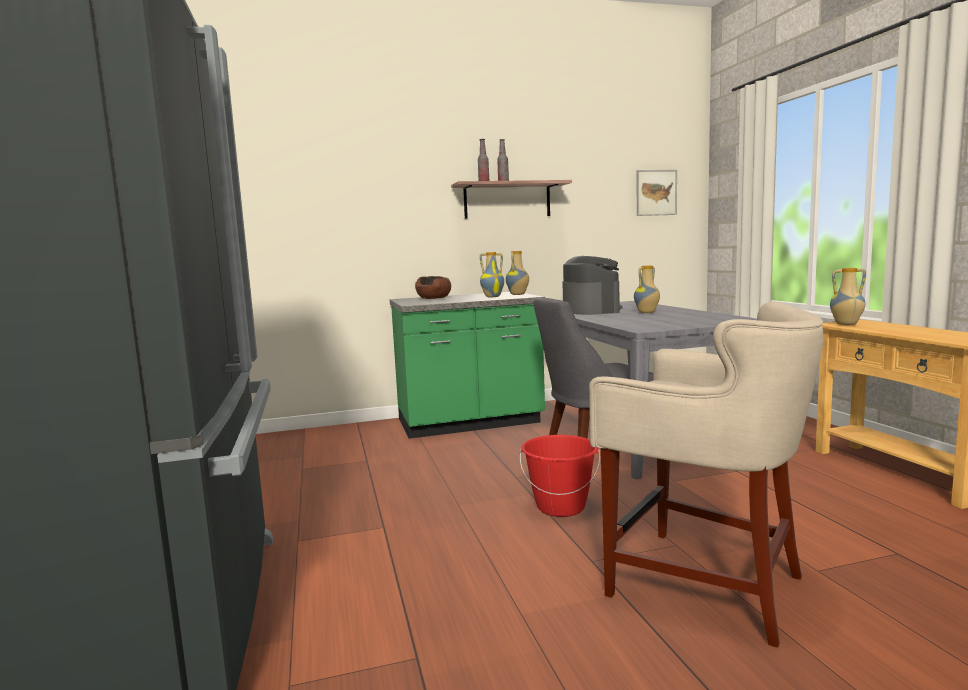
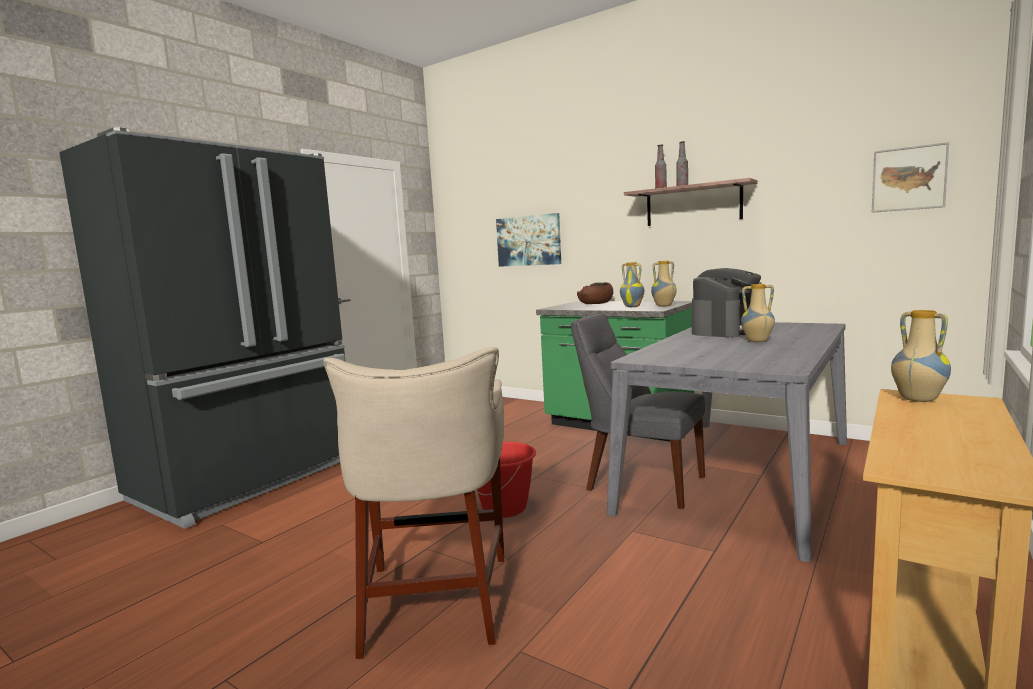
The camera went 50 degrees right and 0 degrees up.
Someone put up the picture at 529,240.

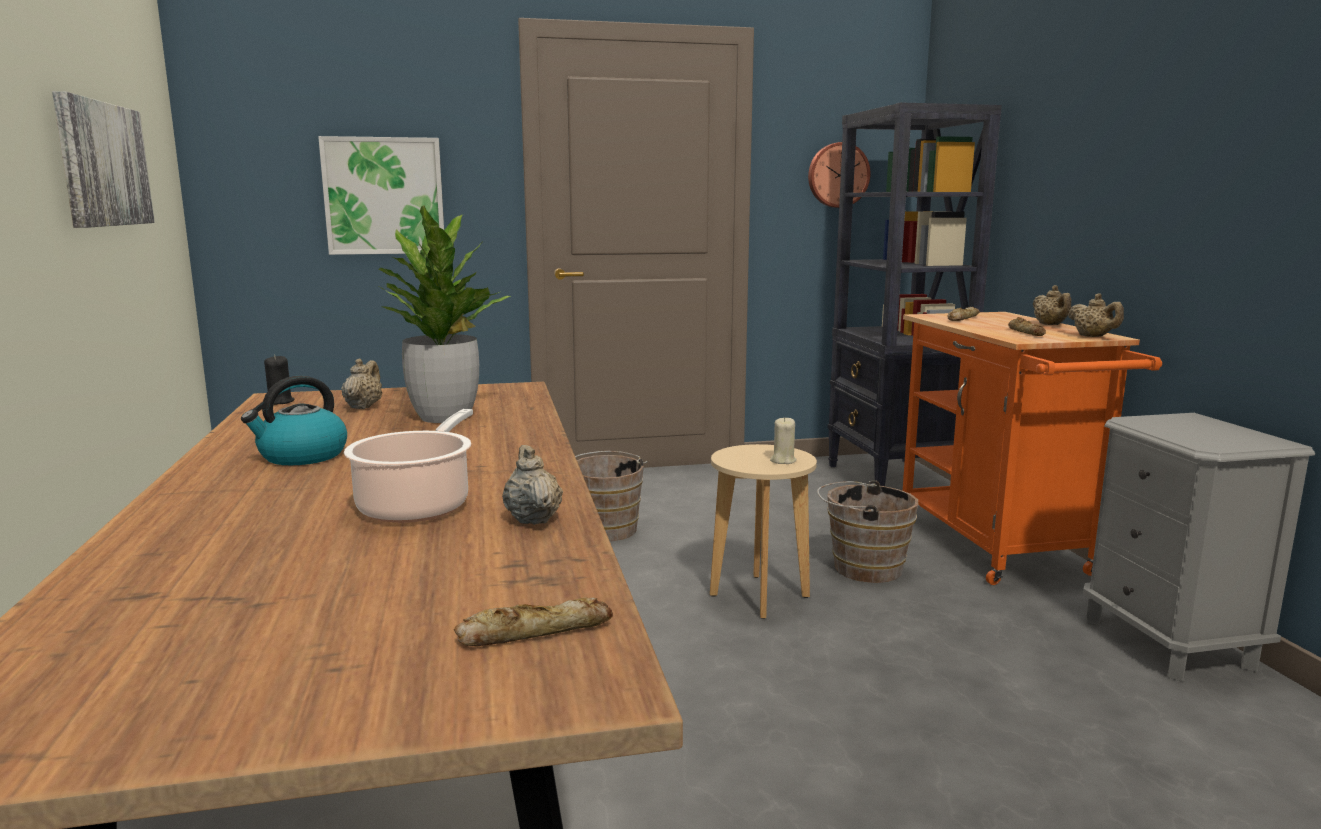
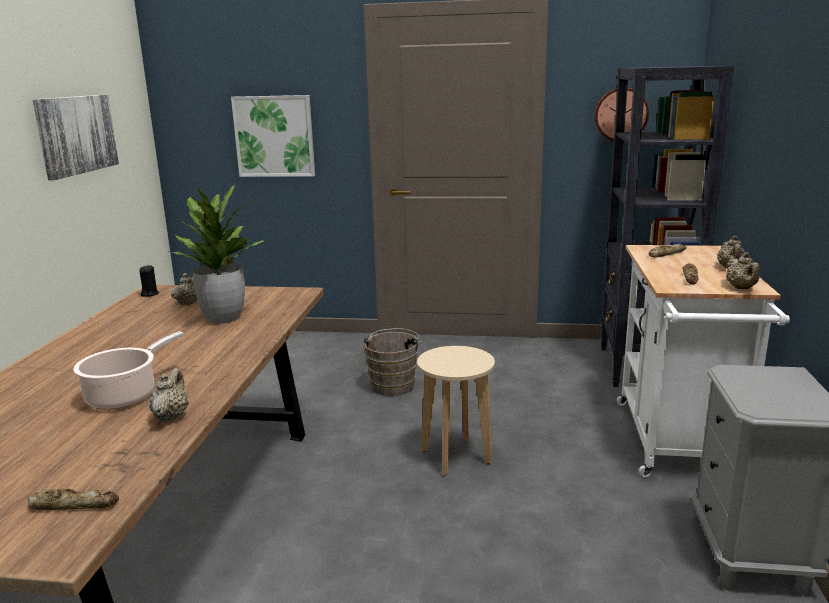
The camera went 20 degrees right and 5 degrees up.
Someone took away the kettle at 302,456.
Someone took away the candle (beige) at 783,461.
Someone took away the bucket (brown) at 862,567.
Someone repainted the cart (orange) at 999,549, which became the cart (white) at 678,445.

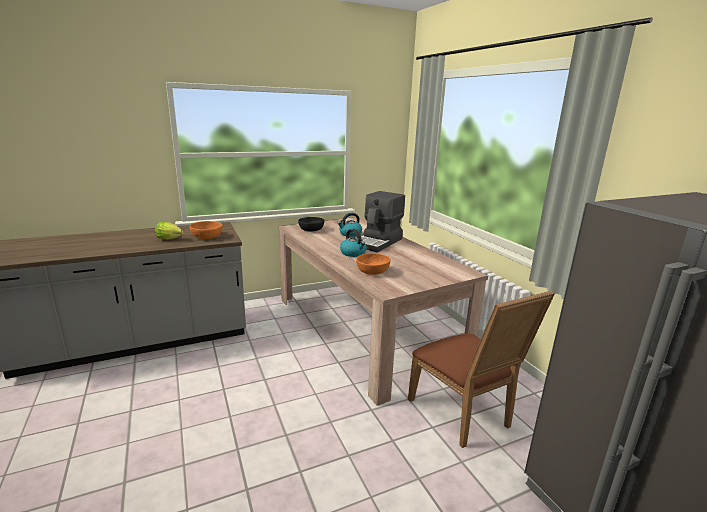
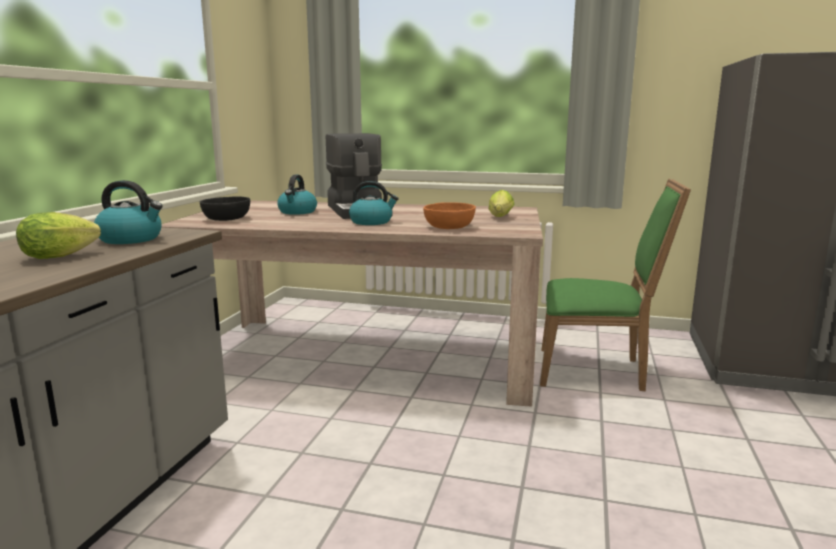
The camera went 50 degrees left and 5 degrees down.
Someone swapped the bowl (orange) at 207,236 for the kettle at 131,239.
Someone repainted the chair (brown) at 463,415, which became the chair (green) at 597,371.
Someone put down the lettuce at 500,217.

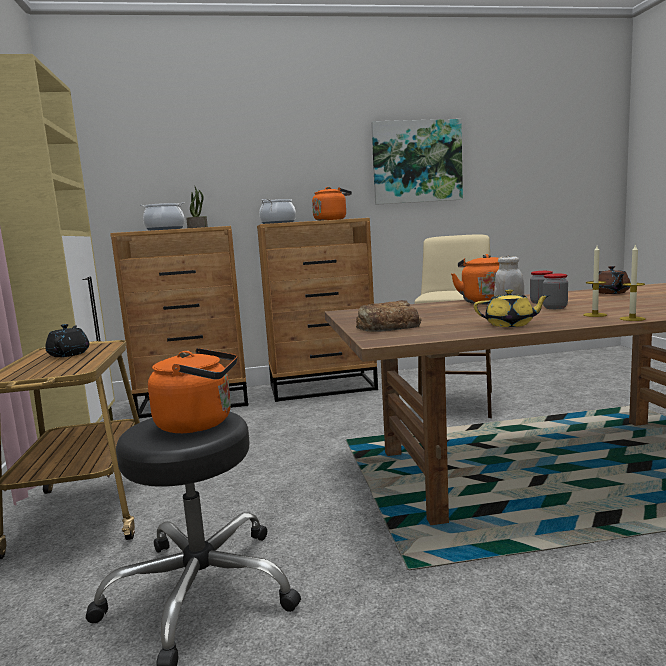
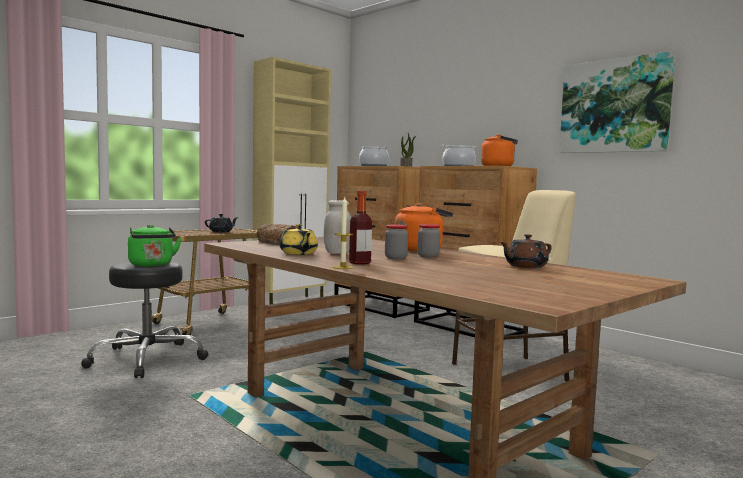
The camera went 55 degrees right and 5 degrees down.
Someone repainted the kettle (orange) at 200,423, which became the kettle (green) at 152,265.
Someone swapped the candle at 595,315 for the bottle at 359,263.

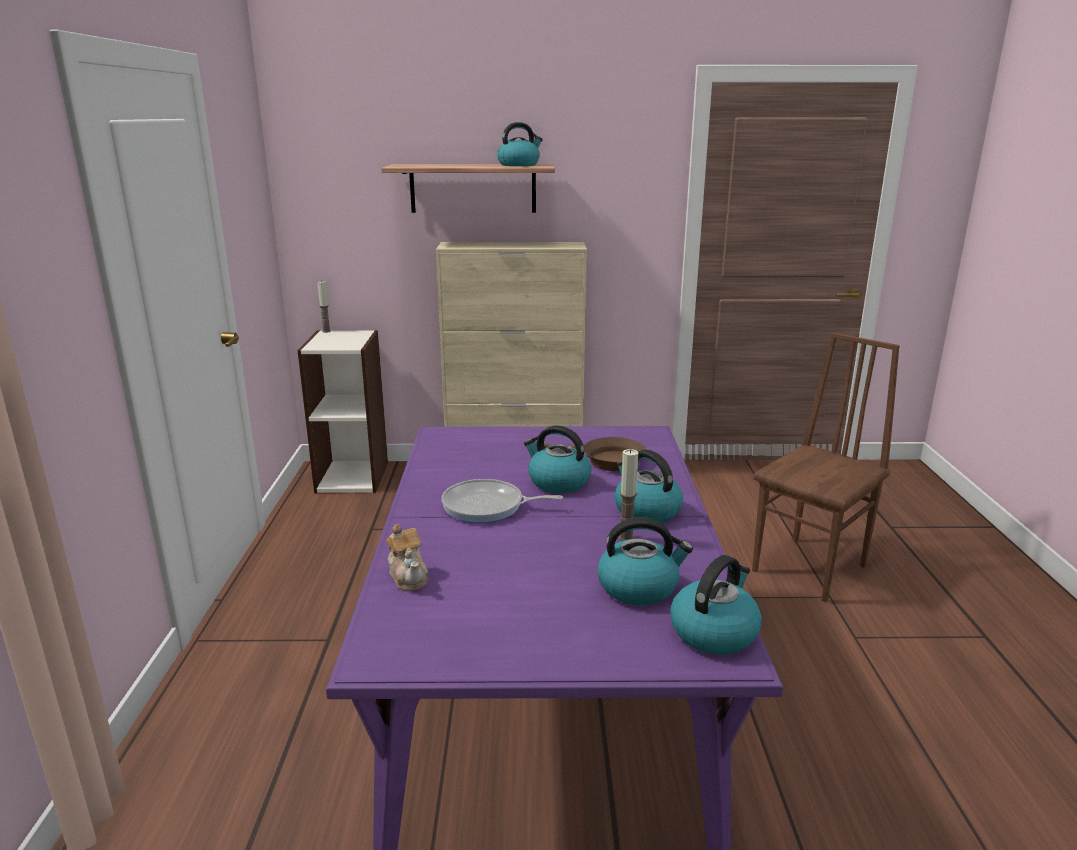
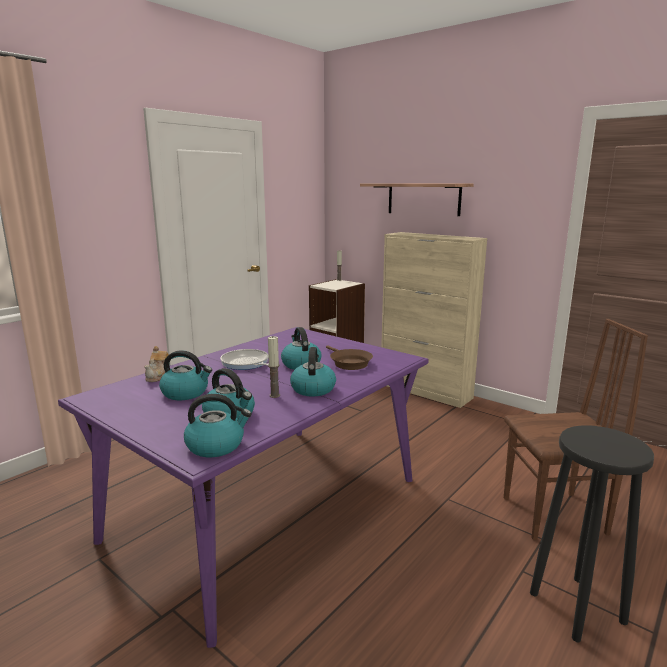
The camera went 40 degrees right and 5 degrees down.
Someone carried the kettle from 519,165 to 186,393.
Someone put down the stool (black) at 577,608.

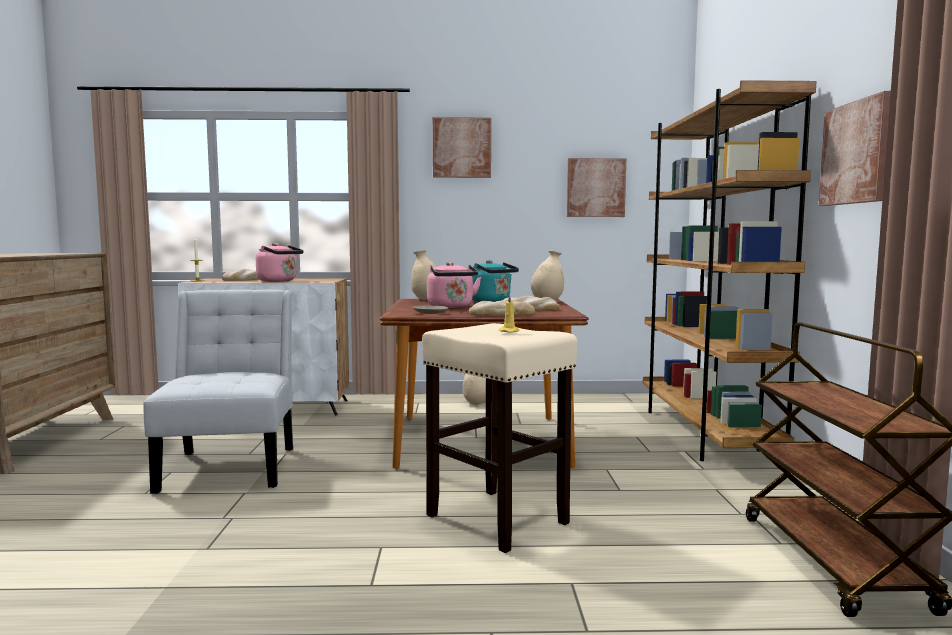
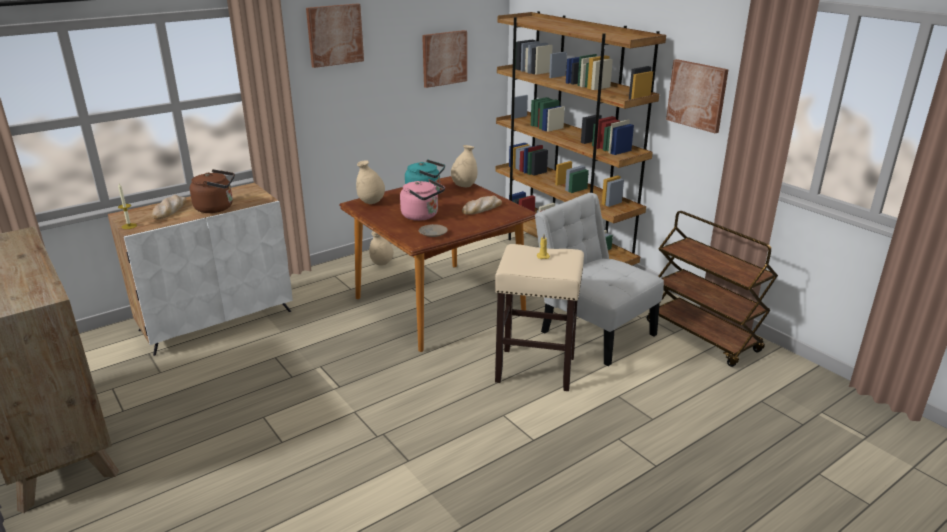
The camera went 35 degrees left and 20 degrees up.
Someone carried the chair (white) from 231,466 to 593,330.
Someone repainted the kettle (pink) at 279,281, which became the kettle (brown) at 217,208.
Someone took away the bread at 502,314.

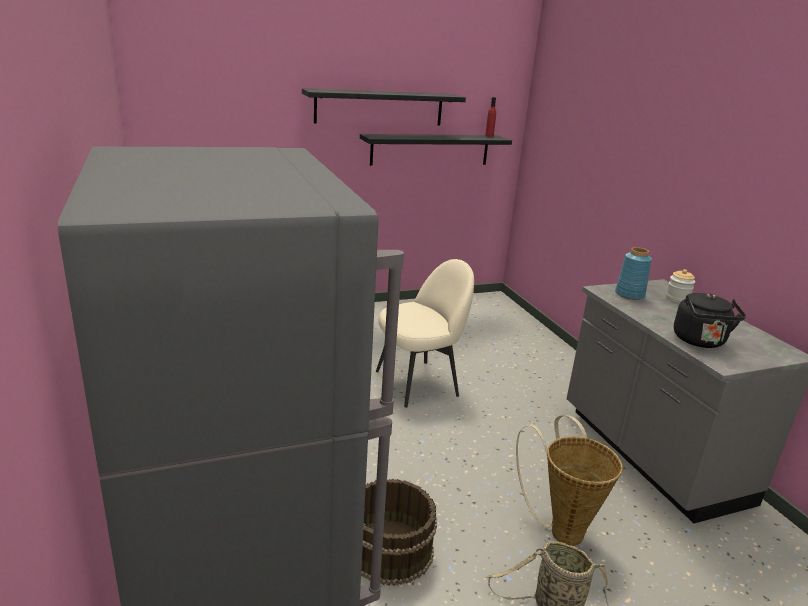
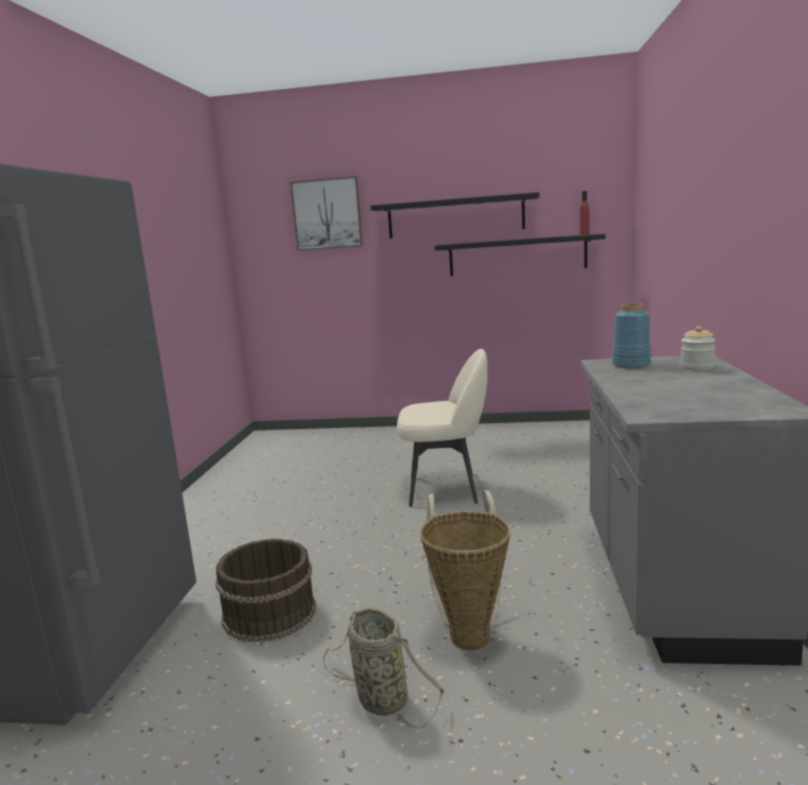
The camera went 30 degrees right and 10 degrees down.
Someone took away the kettle (black) at 700,341.
Someone put up the picture at 327,214.

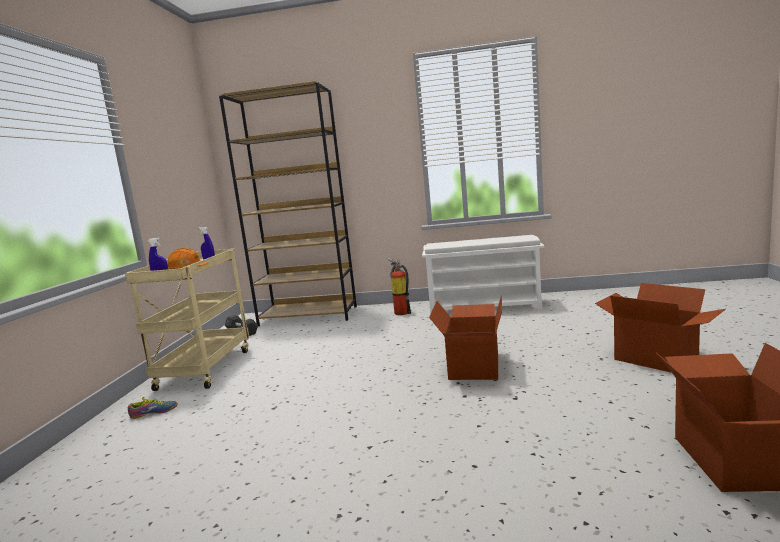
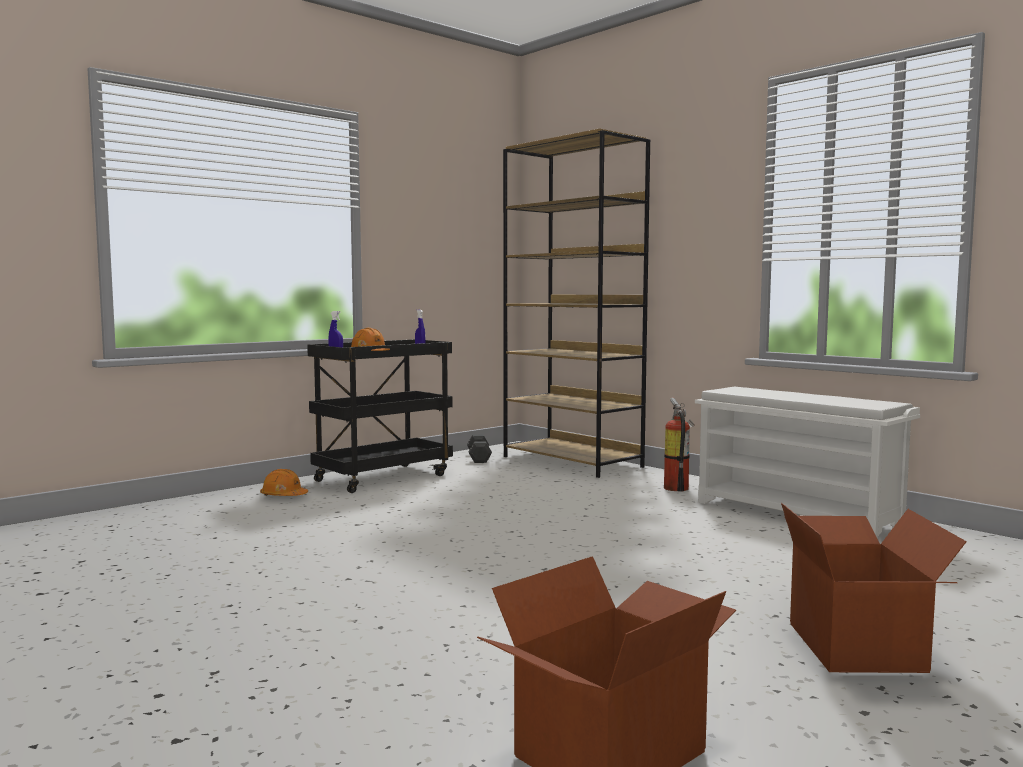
The camera went 40 degrees right and 5 degrees down.
Someone repainted the cart (beige) at 205,368, which became the cart (black) at 383,477.
Someone swapped the shoe at 154,413 for the hard hat (orange) at 283,496.
Someone took away the cardboard box at 472,367.

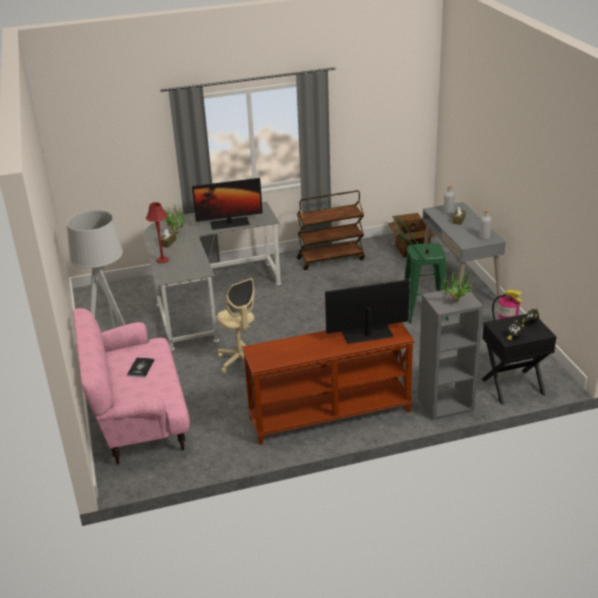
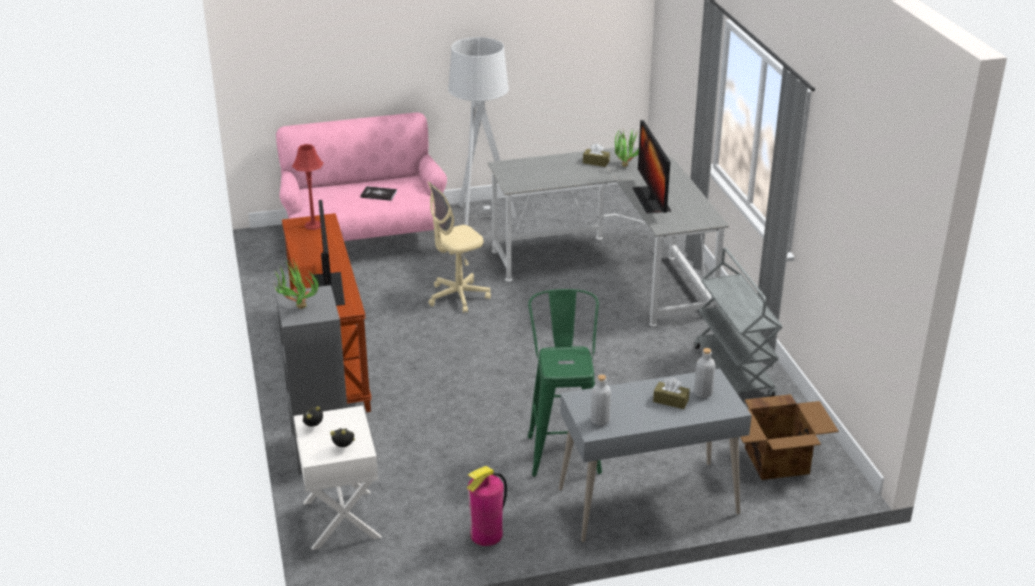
The camera went 90 degrees right and 0 degrees up.
Someone carried the table lamp (red) from 162,260 to 313,225.
Someone repainted the cart (brown) at 331,258, which became the cart (grey) at 734,372.
Someone repainted the nightstand (black) at 513,387, which became the nightstand (white) at 340,520.

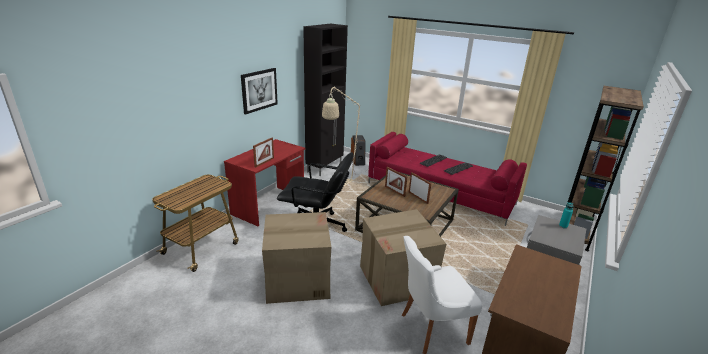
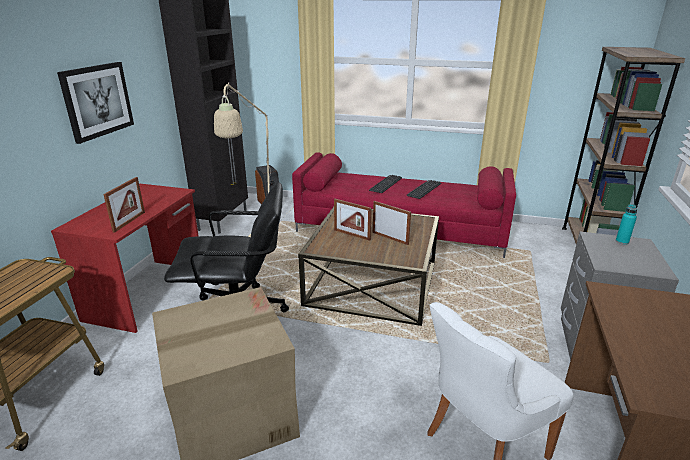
The camera went 15 degrees left and 0 degrees up.
Someone took away the cardboard box at 397,279.

